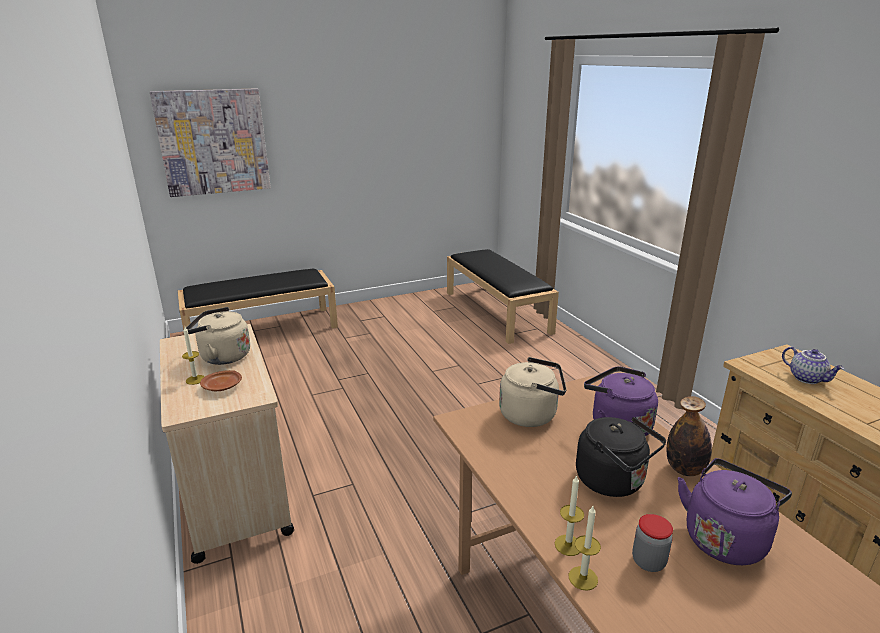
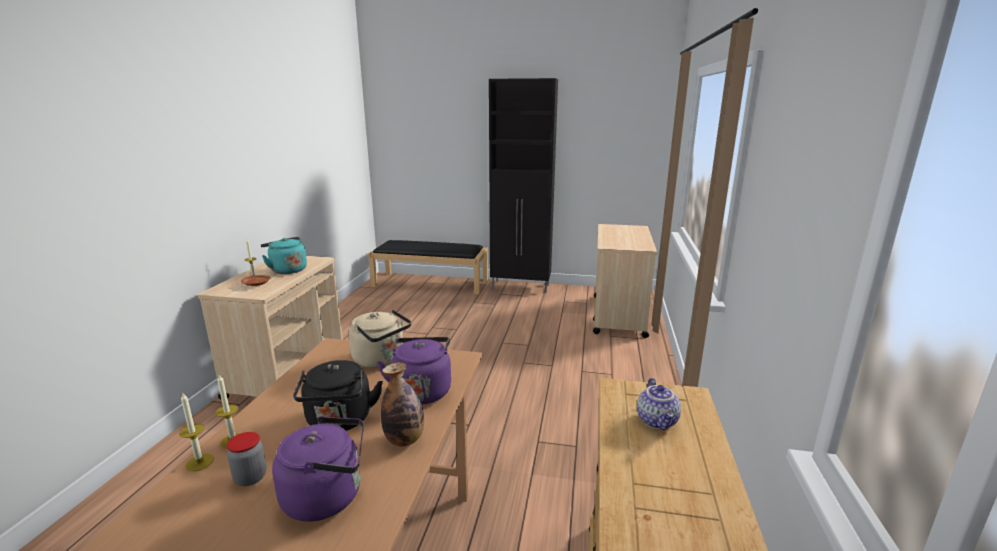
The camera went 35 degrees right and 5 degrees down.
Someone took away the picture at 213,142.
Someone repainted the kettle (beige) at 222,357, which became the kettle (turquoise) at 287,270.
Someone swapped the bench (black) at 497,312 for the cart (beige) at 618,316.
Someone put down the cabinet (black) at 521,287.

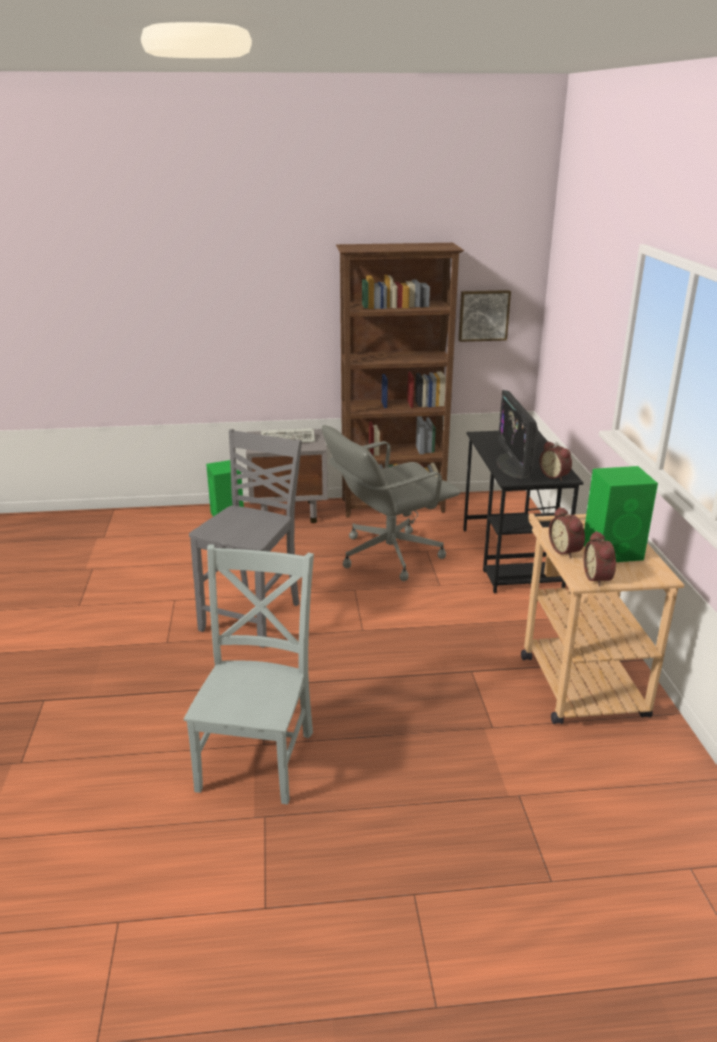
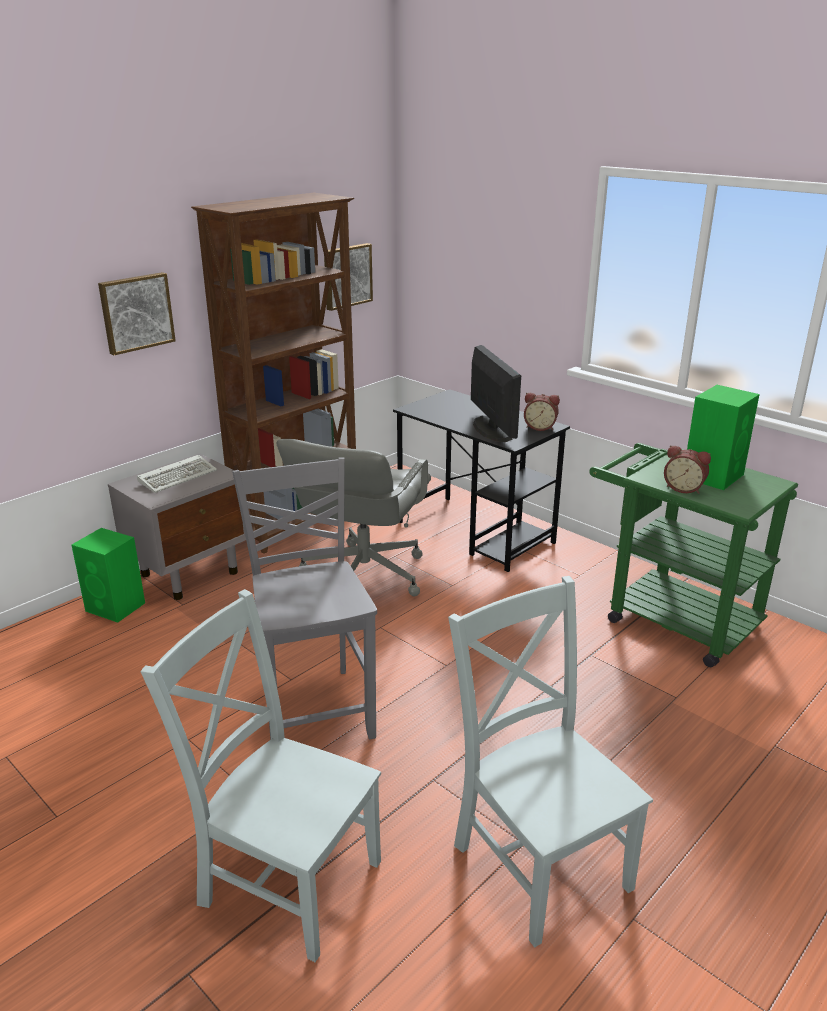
The camera went 40 degrees left and 0 degrees up.
Someone rotated the monitor at 513,466 by 150 degrees counterclockwise.
Someone repainted the cart (beige) at 577,678, which became the cart (green) at 670,617.
Someone took away the alarm clock at 599,578.
Someone put up the picture at 136,312.
Someone put down the chair (grey) at 285,878.

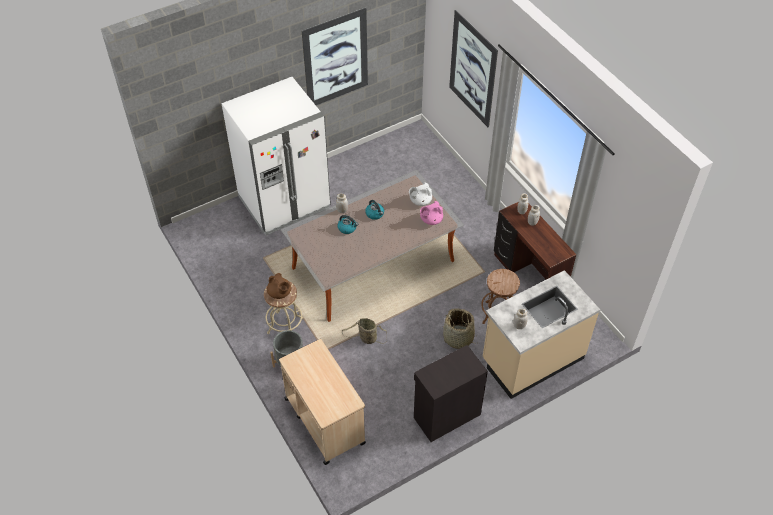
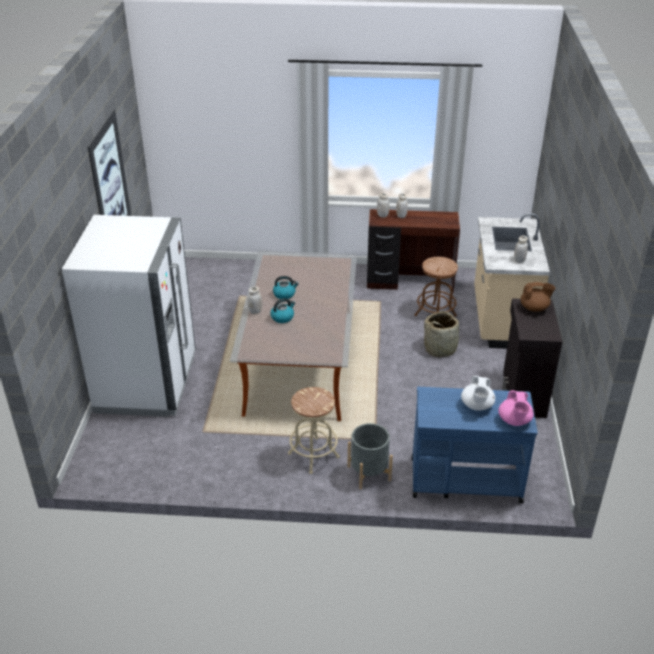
The camera went 55 degrees left and 15 degrees down.
Someone carried the teapot (brown) from 280,293 to 534,308.
Someone repainted the cart (beige) at 324,420, which became the cart (blue) at 464,479.
Someone took away the basket at 366,338.
Someone carried the teapot (white) from 420,201 to 477,406.
Someone carried the teapot (pink) from 430,220 to 514,421.
Someone took away the picture at 472,69.

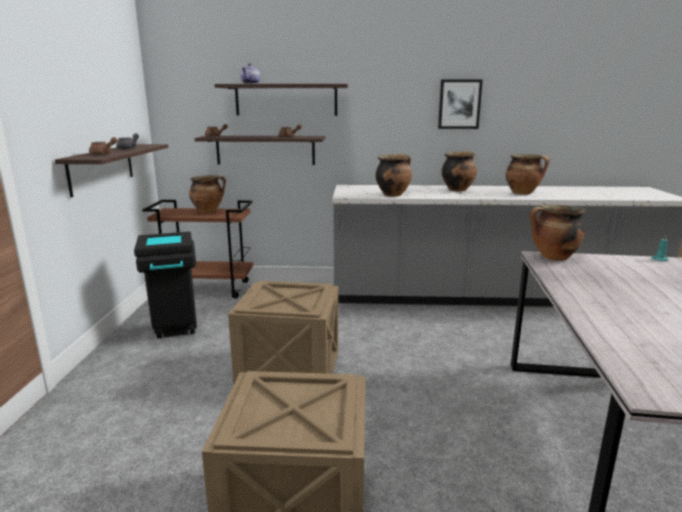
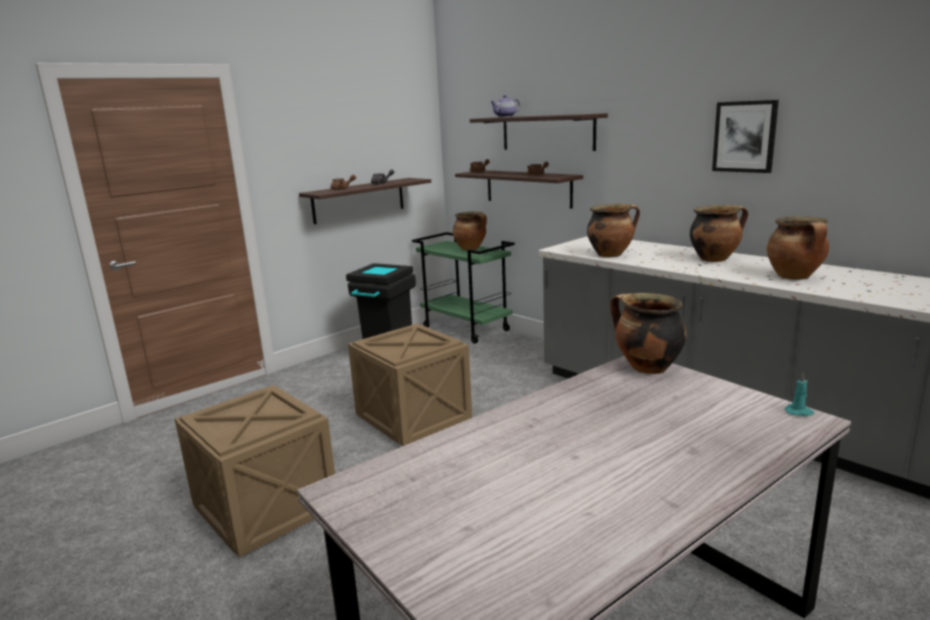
The camera went 45 degrees right and 0 degrees up.
Someone repainted the cart (brown) at 208,289, which became the cart (green) at 467,329.

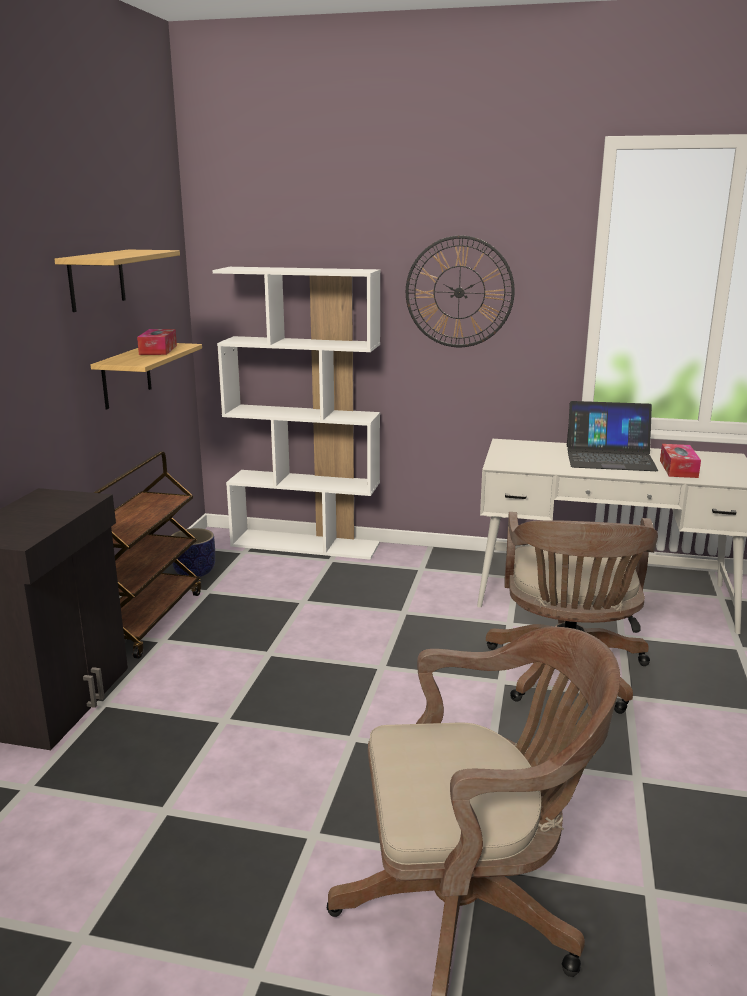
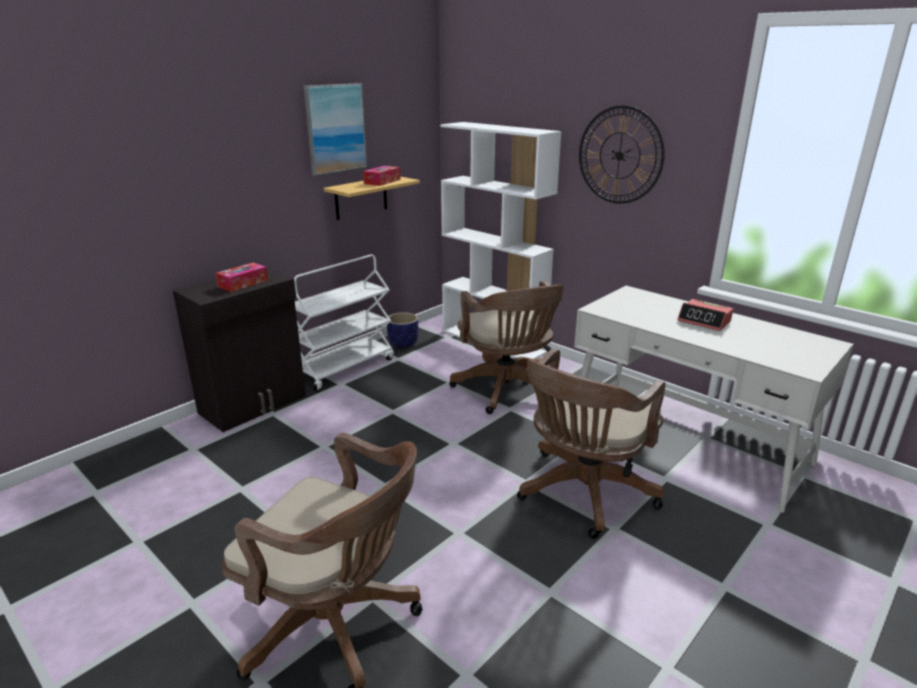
The camera went 30 degrees right and 5 degrees up.
Someone swapped the shelf at 96,280 for the picture at 335,128.
Someone repainted the cart (brown) at 145,620, which became the cart (white) at 344,368.
Someone swapped the laptop at 609,458 for the alarm clock at 704,321.
Someone carried the tissue box from 678,469 to 243,283.
Someone put down the office chair (brown) at 507,391.

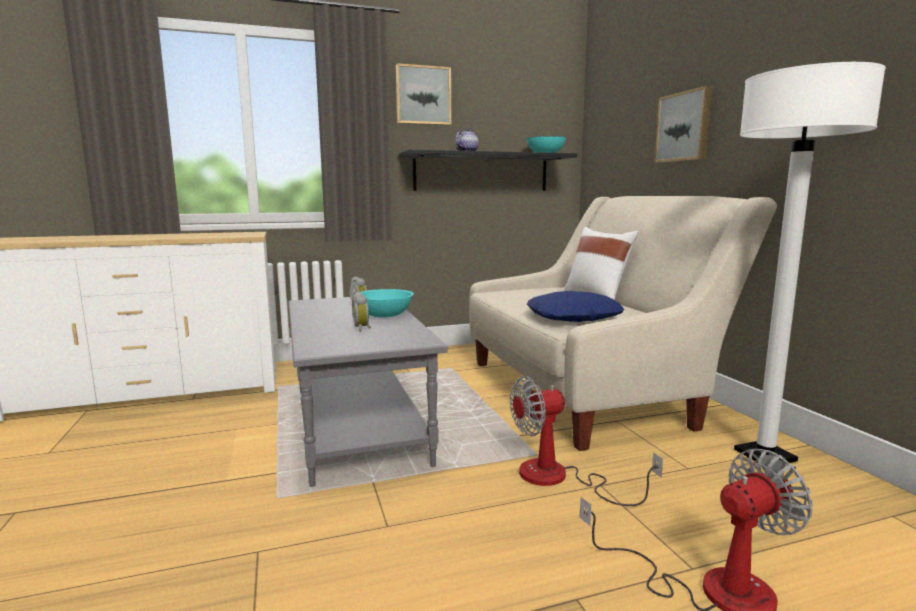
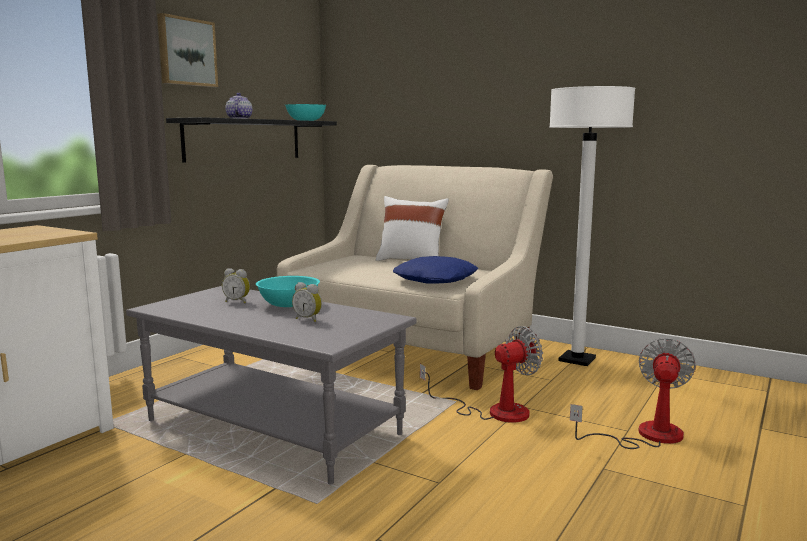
The camera went 40 degrees left and 0 degrees up.
Someone rotated the fan at 559,478 by 150 degrees counterclockwise.
Someone took away the picture at 684,127.

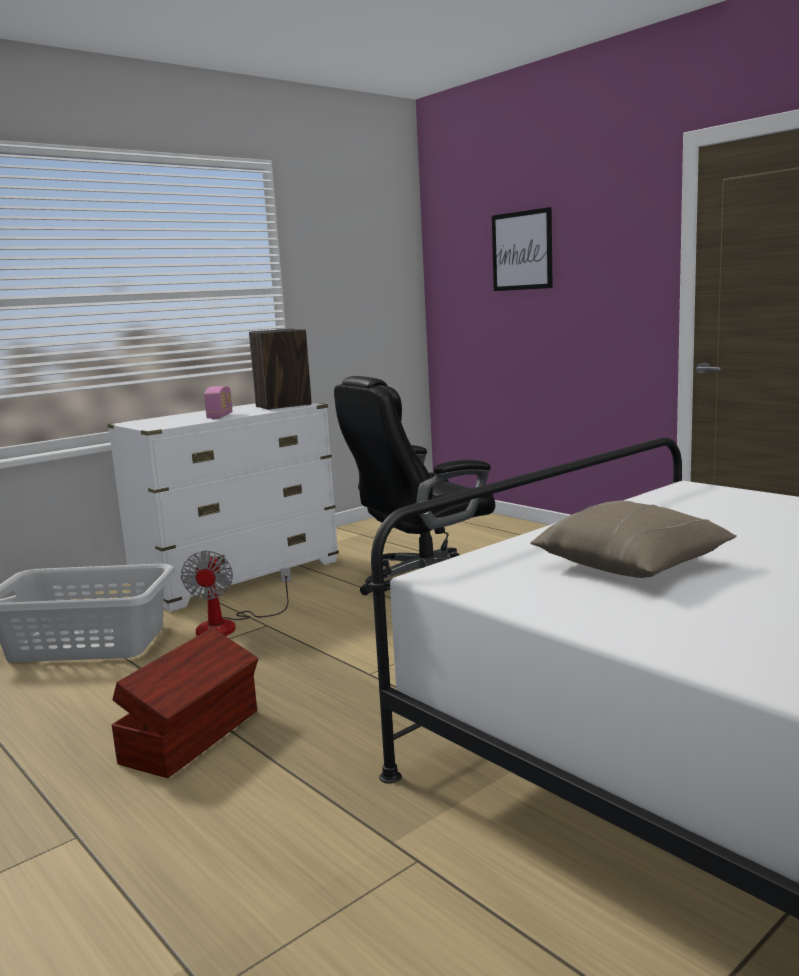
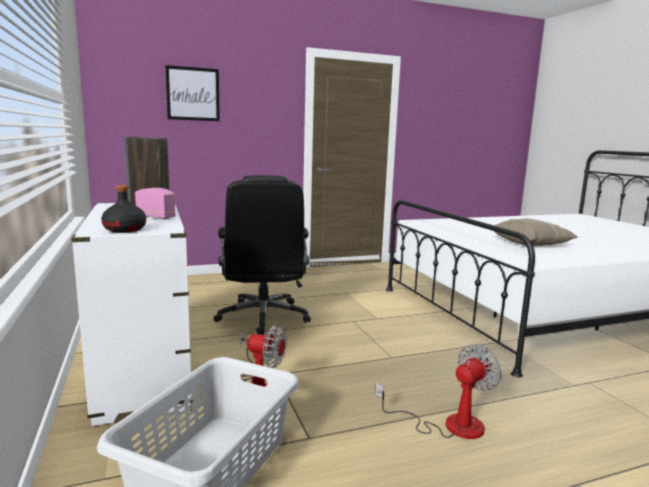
The camera went 70 degrees left and 0 degrees up.
Someone swapped the storage box (brown) at 193,736 for the fan at 449,425.
Someone put down the bottle (black) at 125,230.

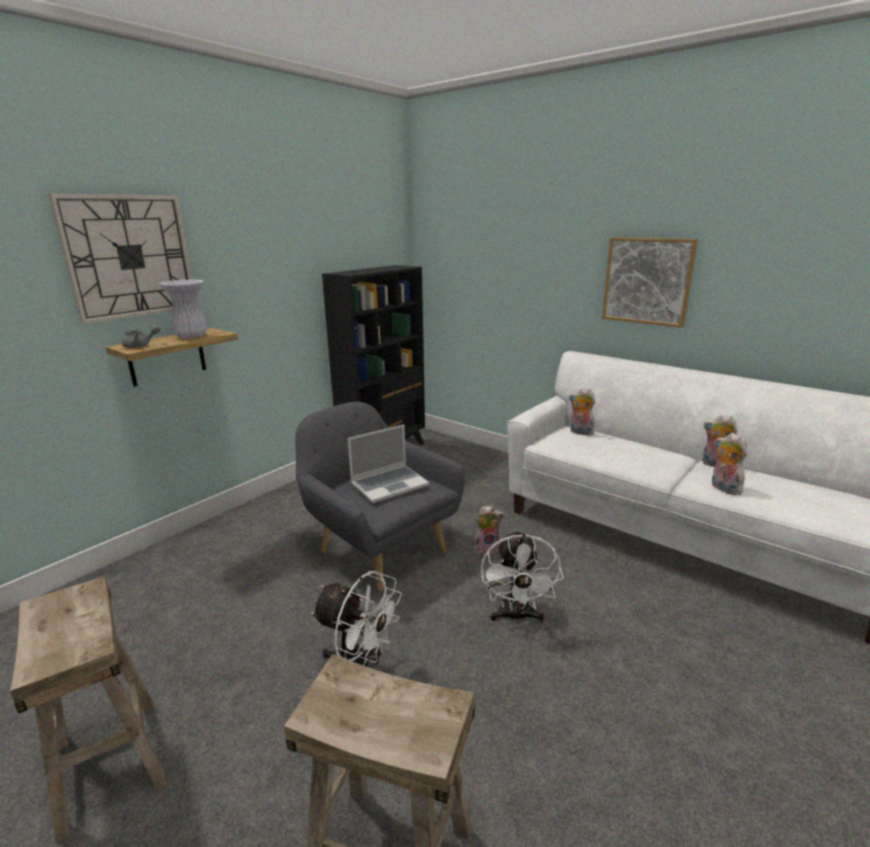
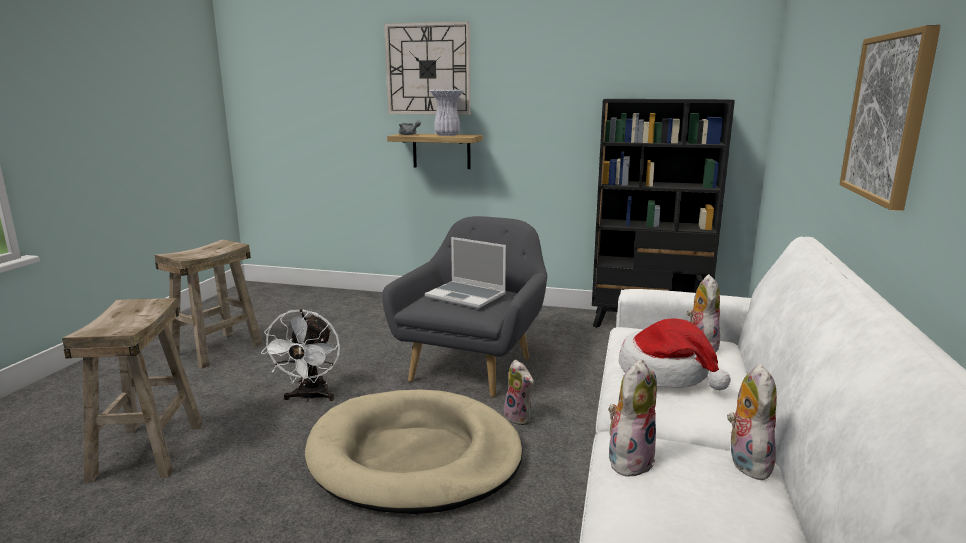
The camera went 65 degrees right and 5 degrees down.
Someone swapped the fan (white) at 516,616 for the dog bed (beige) at 415,456.
Someone put down the hat at 666,373.

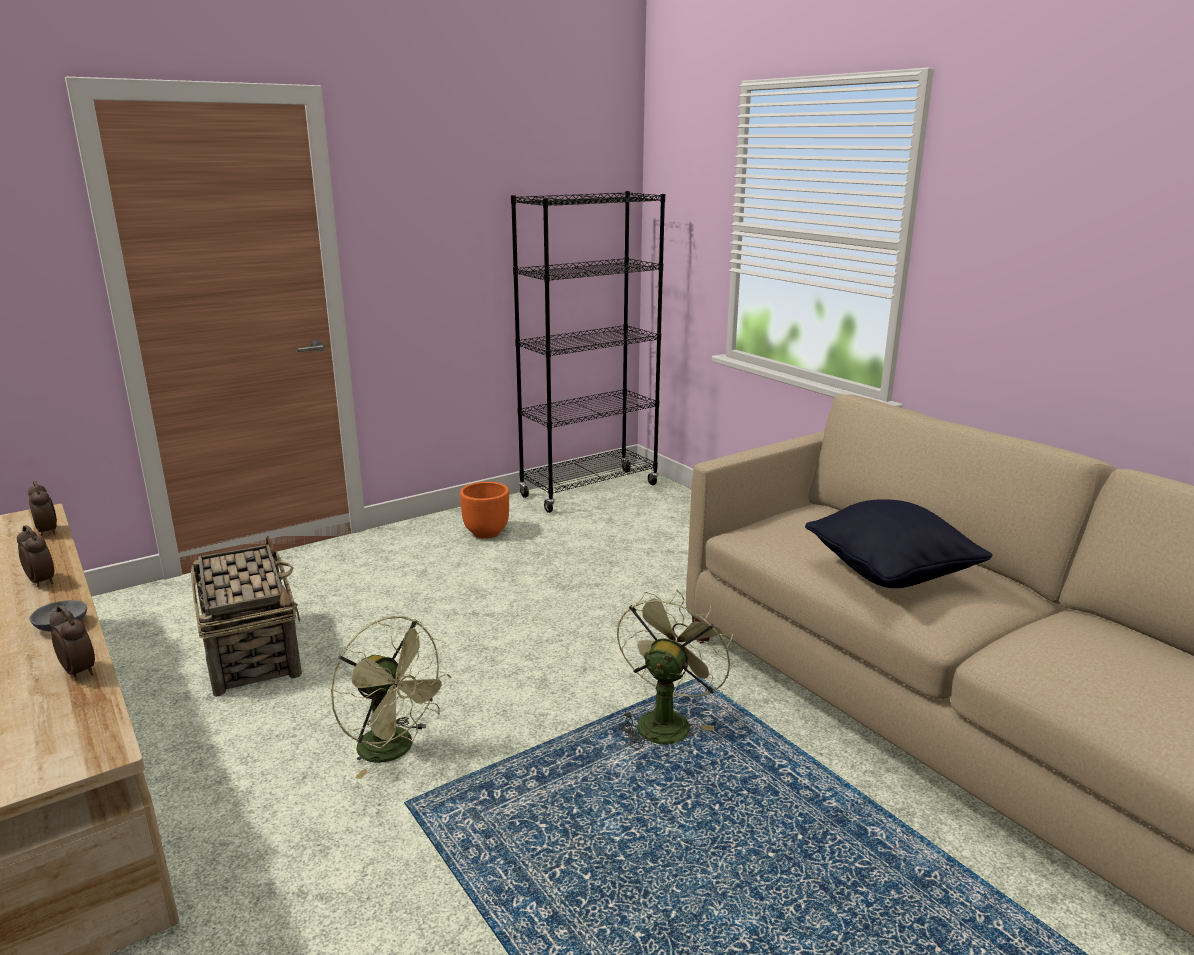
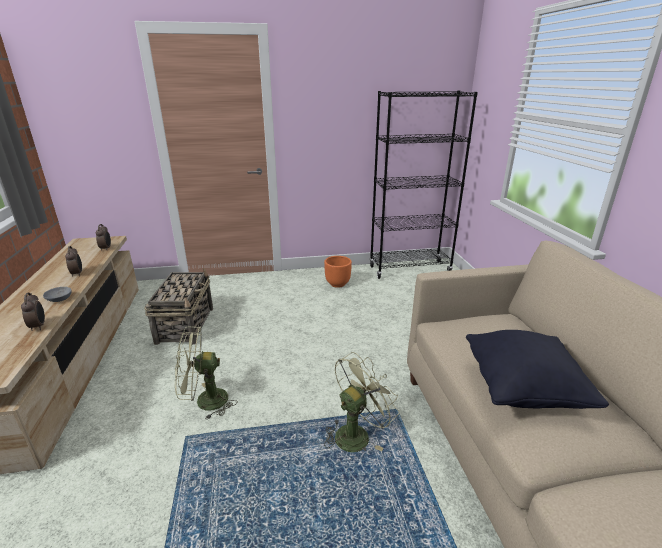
The camera went 25 degrees right and 5 degrees up.
Someone rotated the fan (green) at 395,750 by 105 degrees clockwise.

